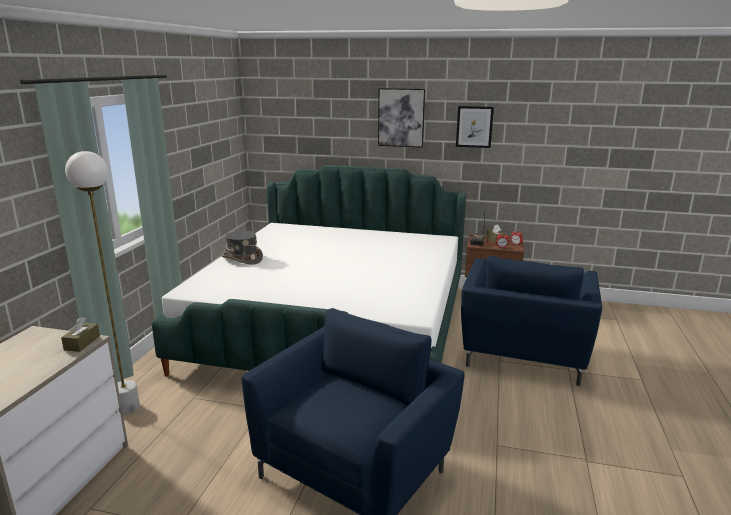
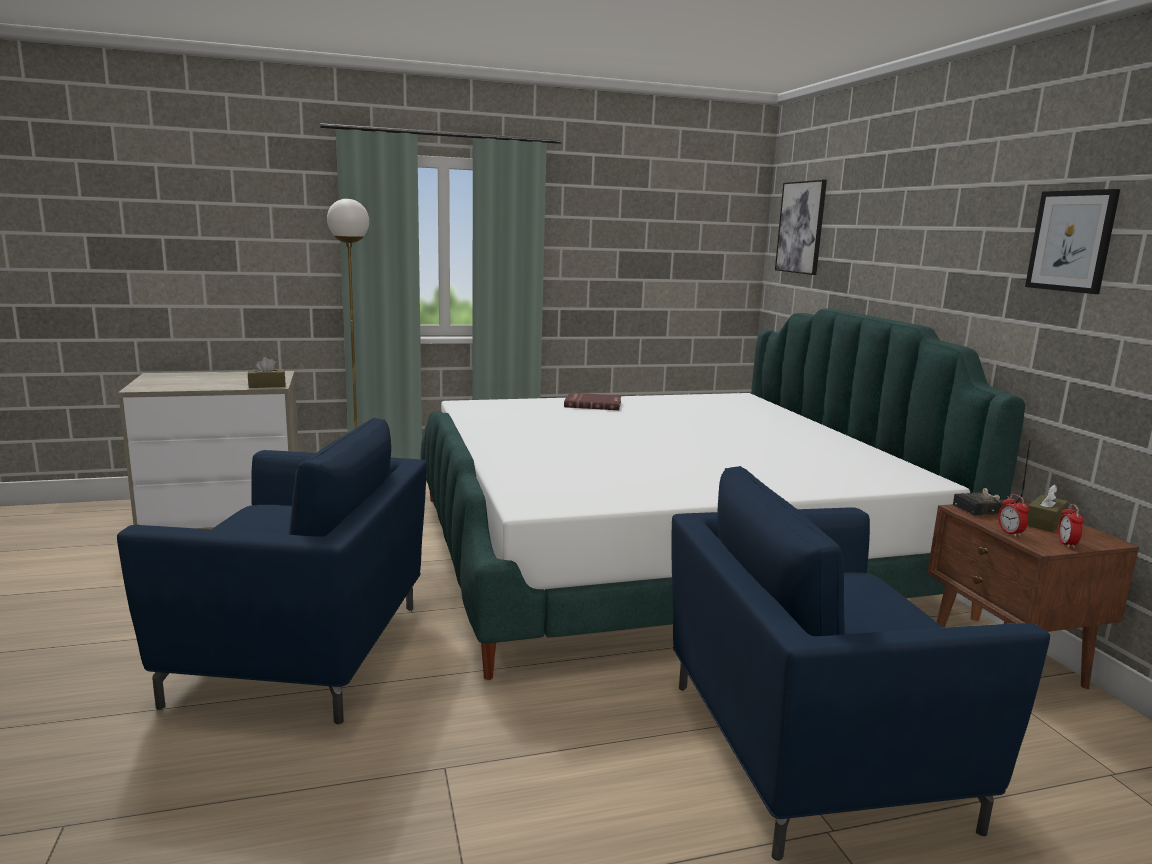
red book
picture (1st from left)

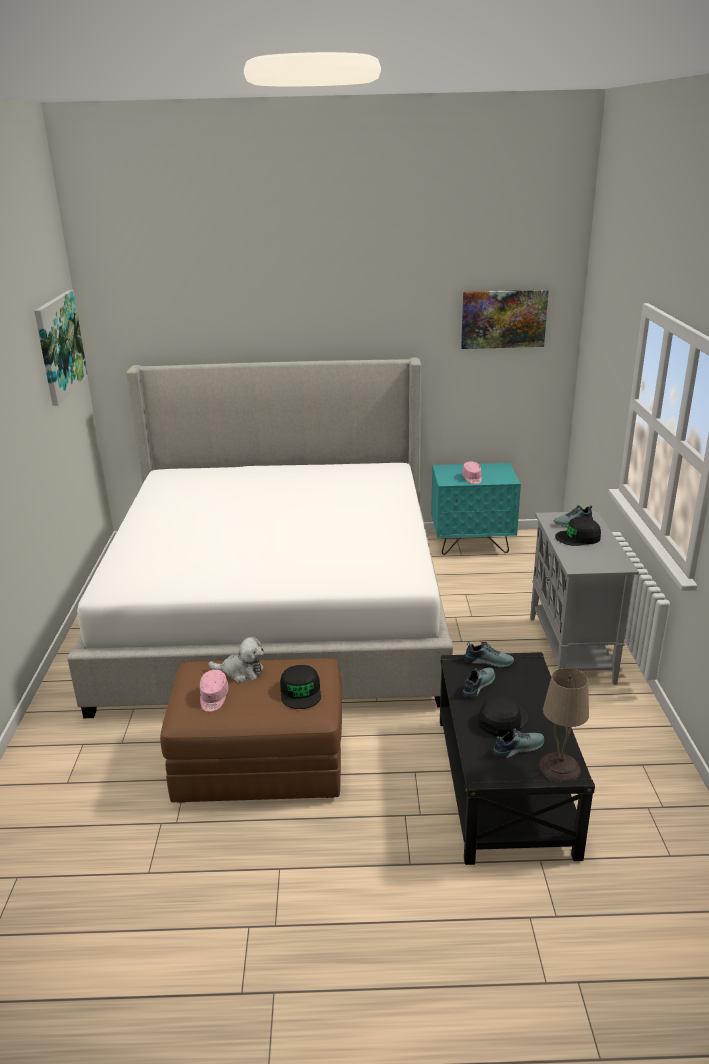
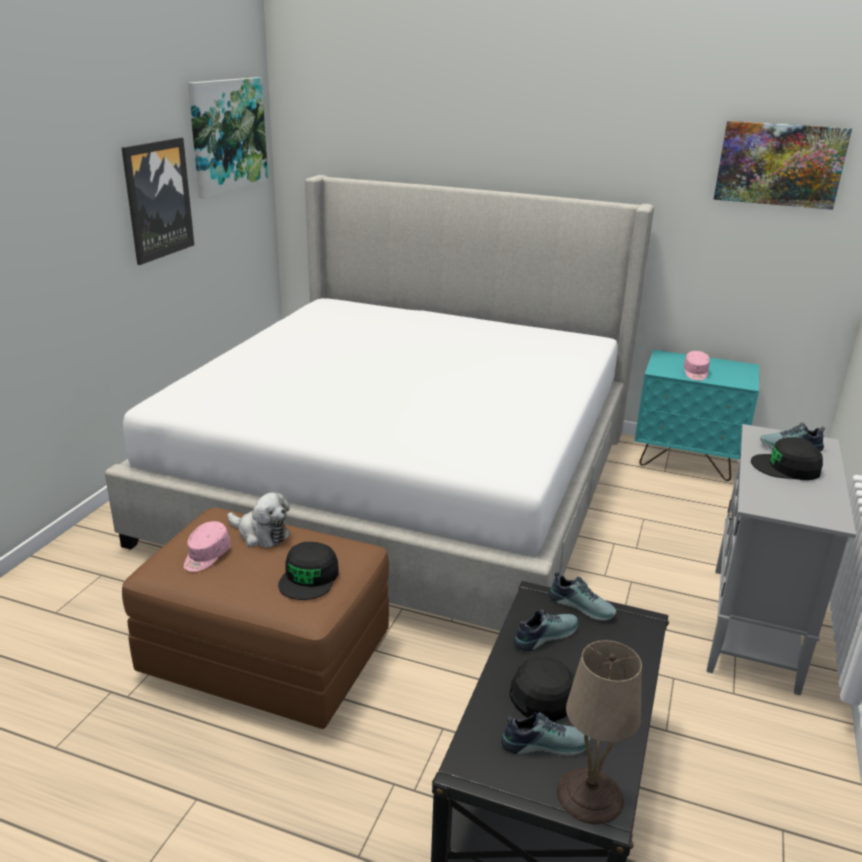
picture (1st from left)

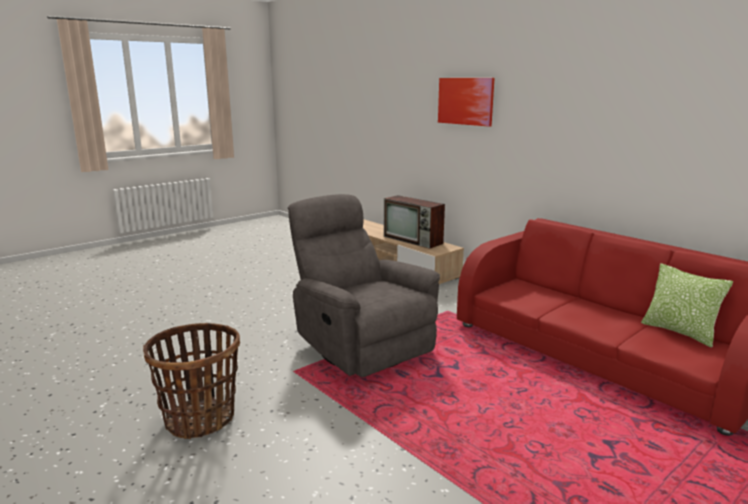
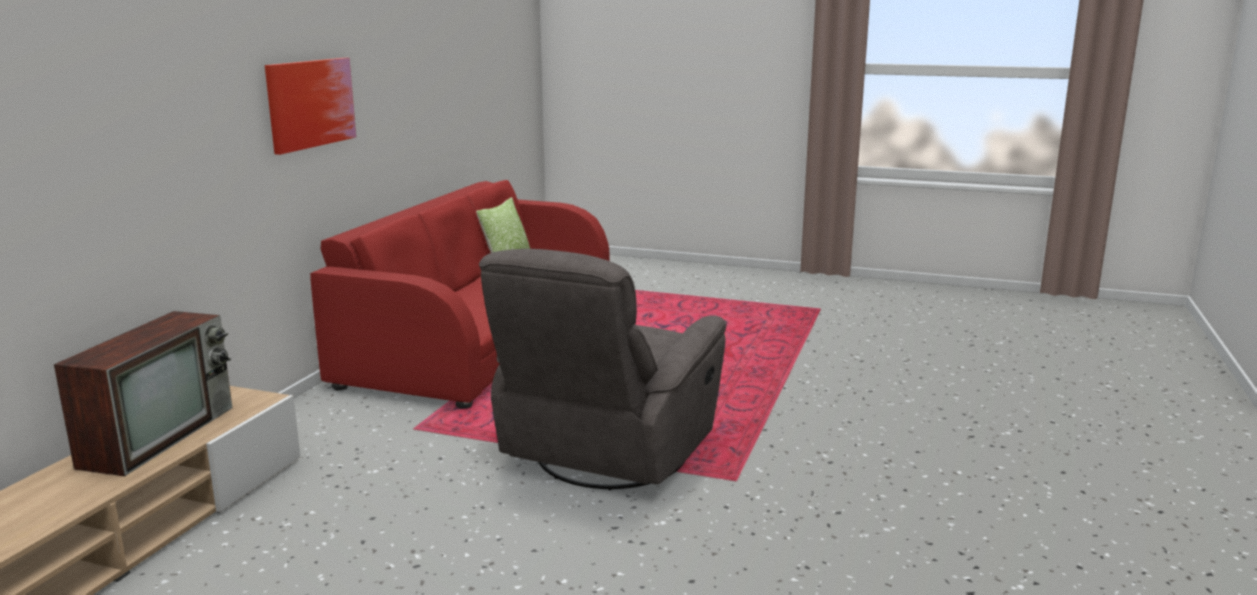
basket
picture

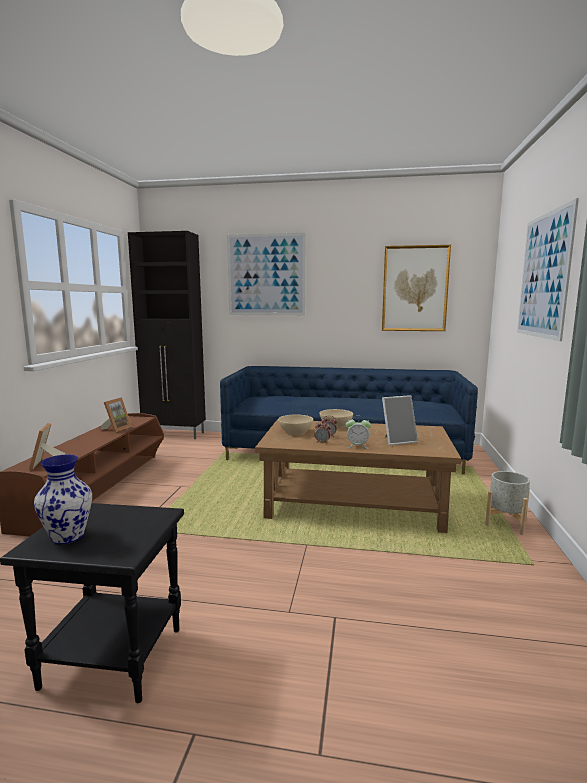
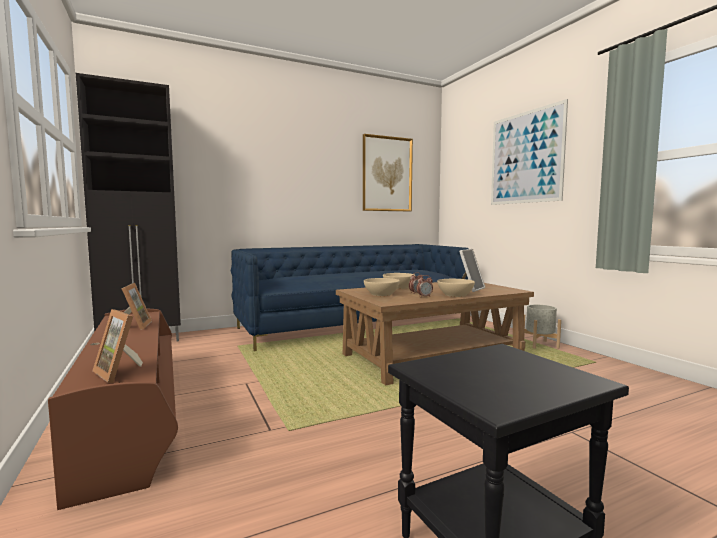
vase
picture (1st from left in the first image)
beige bowl (3rd from left)

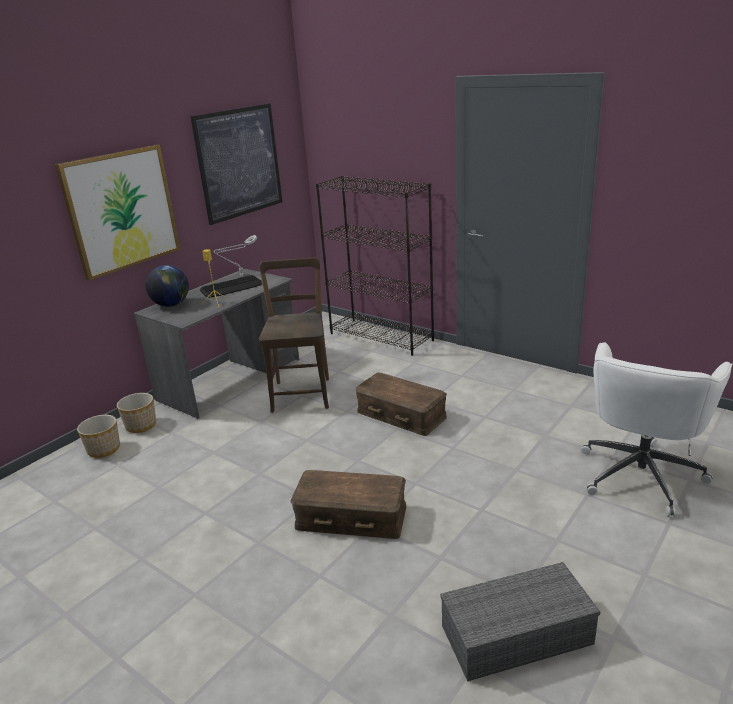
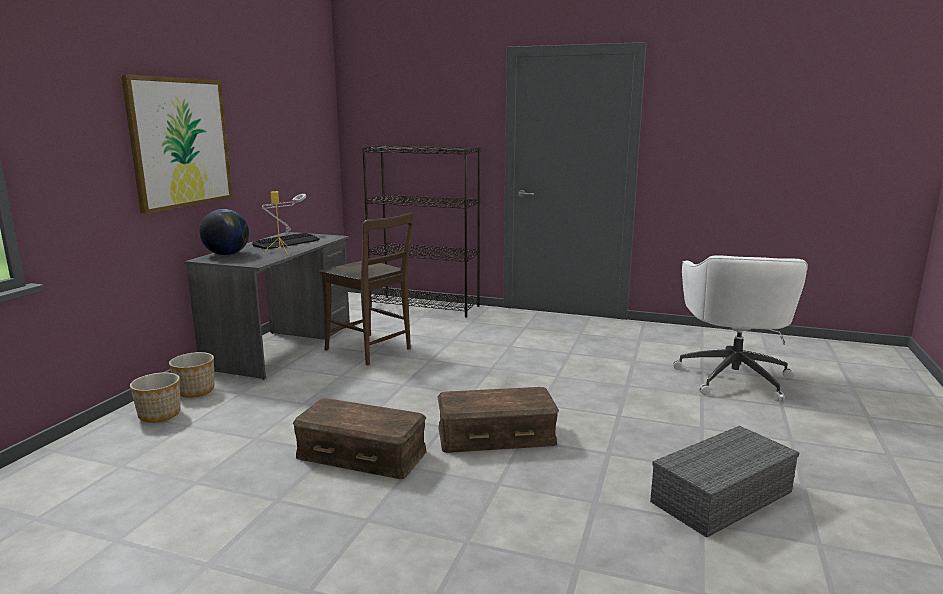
picture (2nd from left in the first image)
brown chair
brown storage box (1st from left)

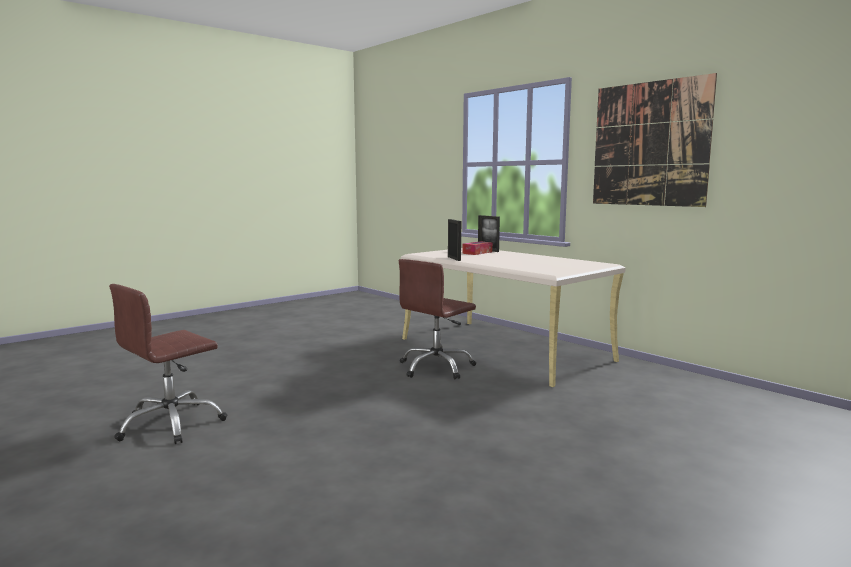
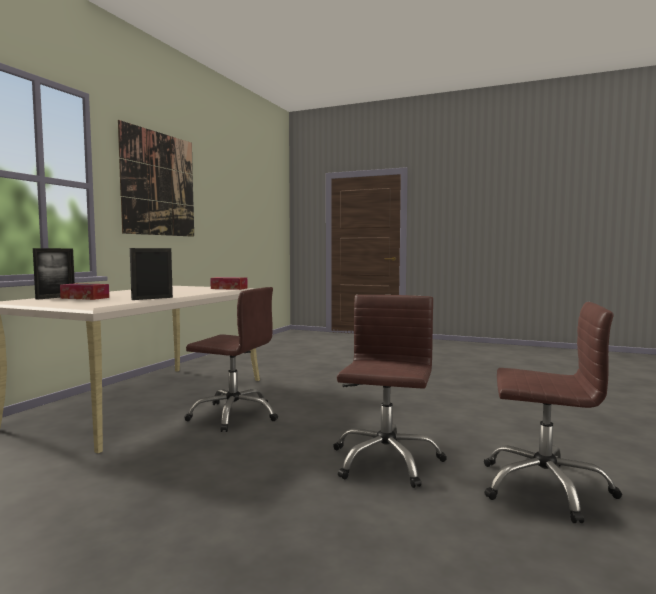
tissue box (2nd from left)
brown office chair (2nd from left)

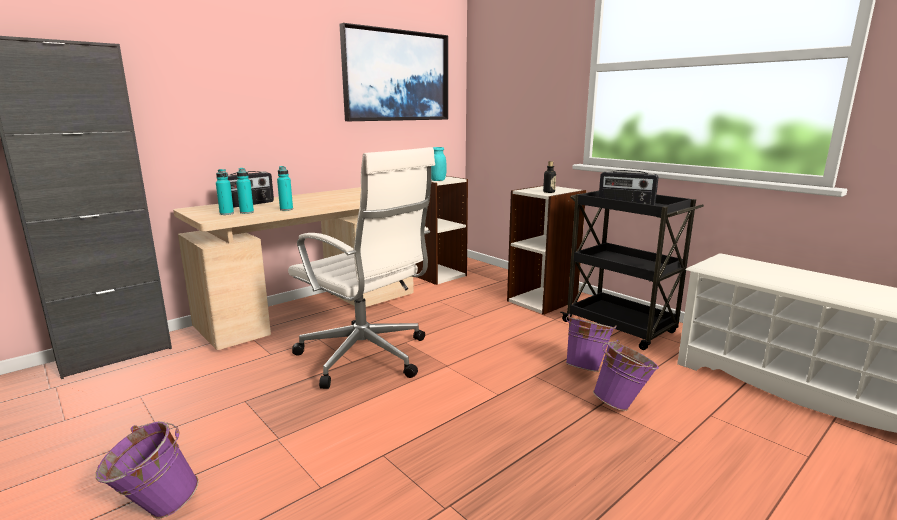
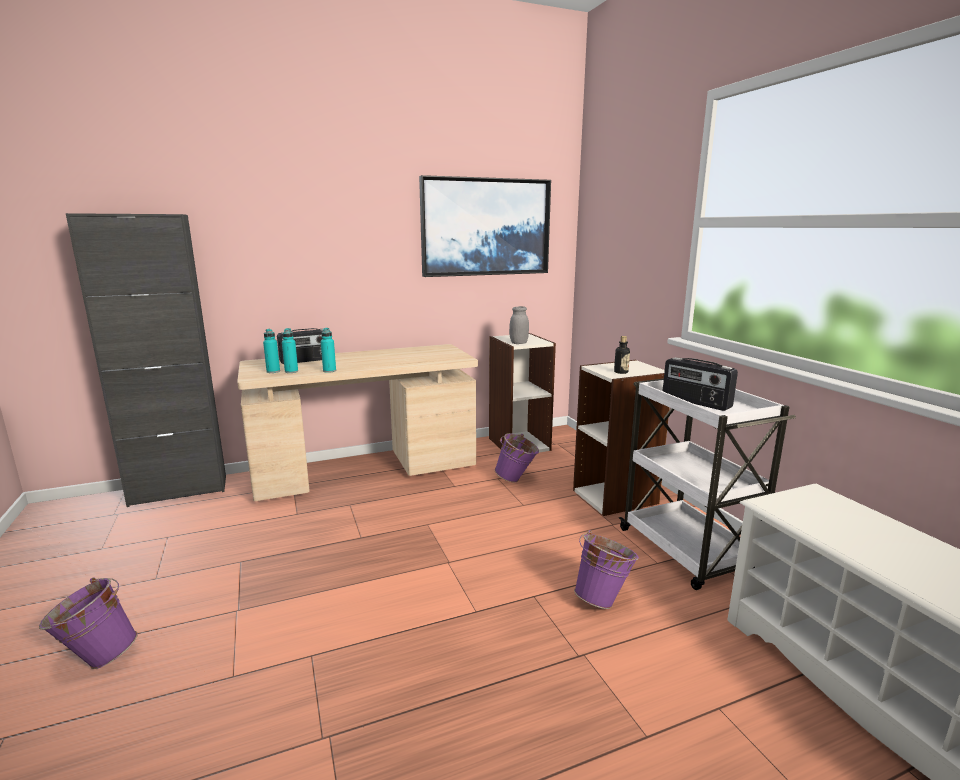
white office chair
grey jar
white cart
purple bucket (2nd from left)

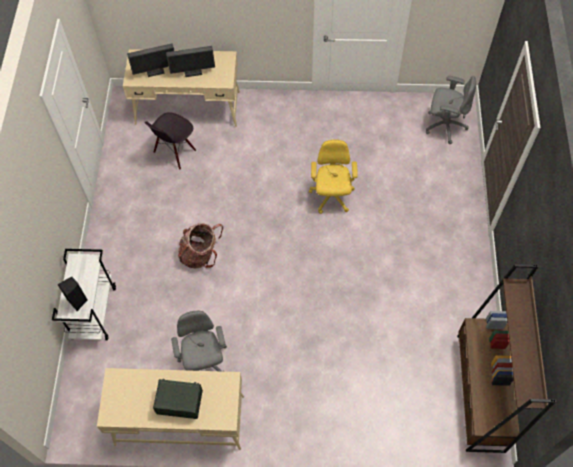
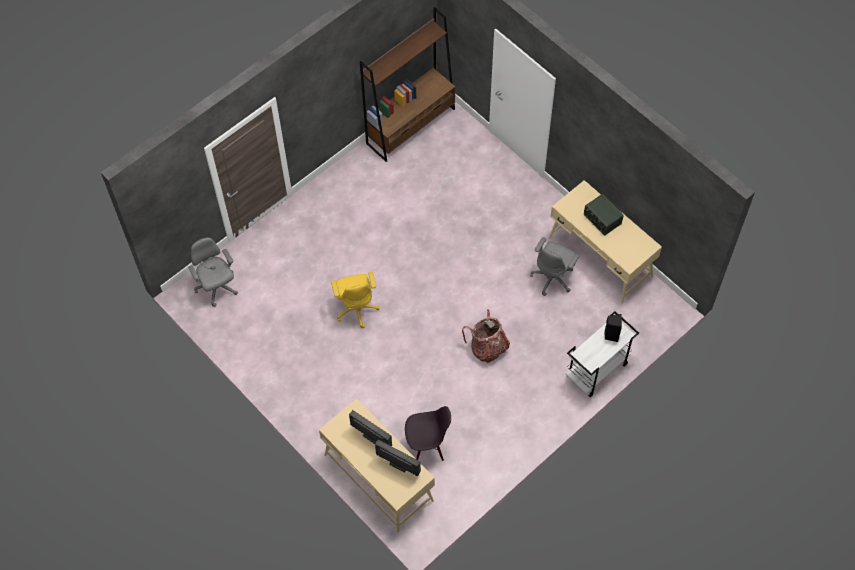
yellow office chair

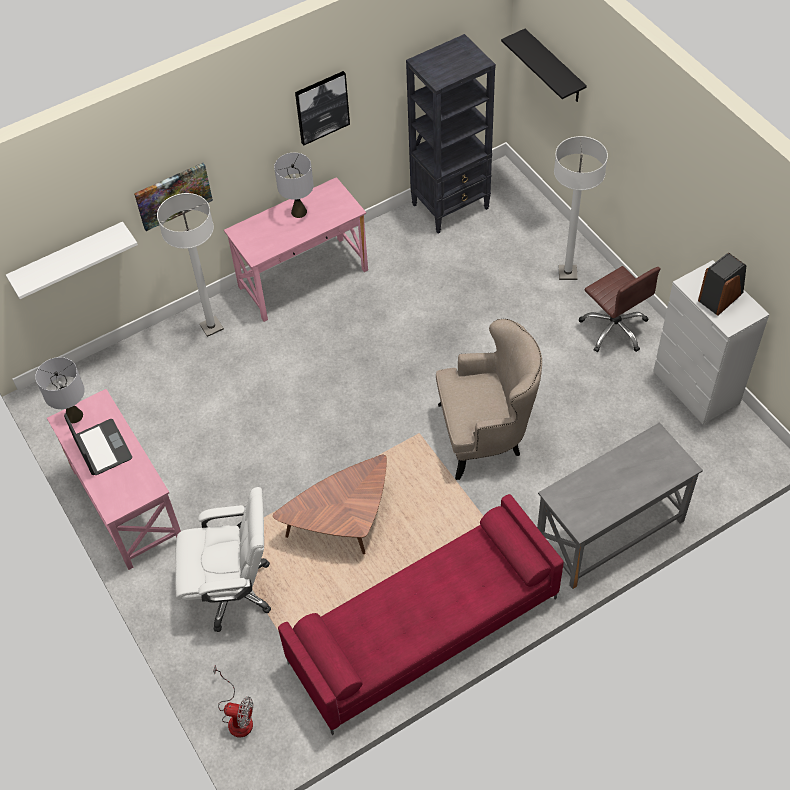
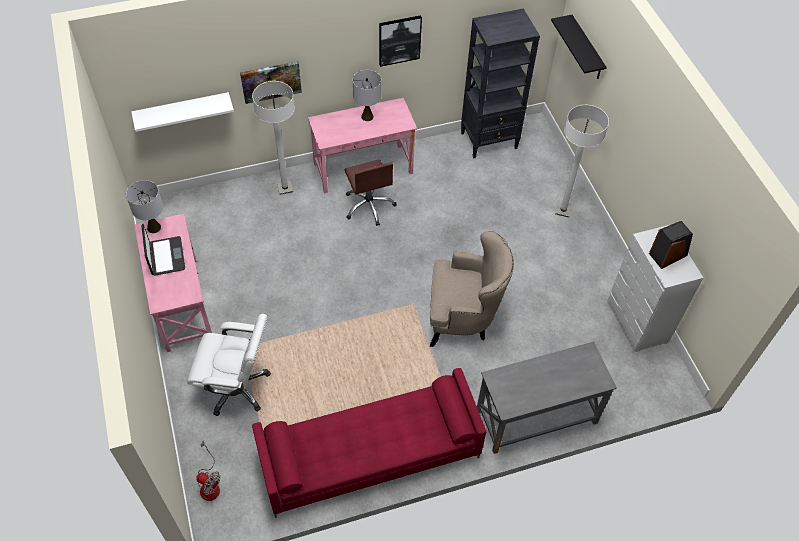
brown coffee table
brown office chair

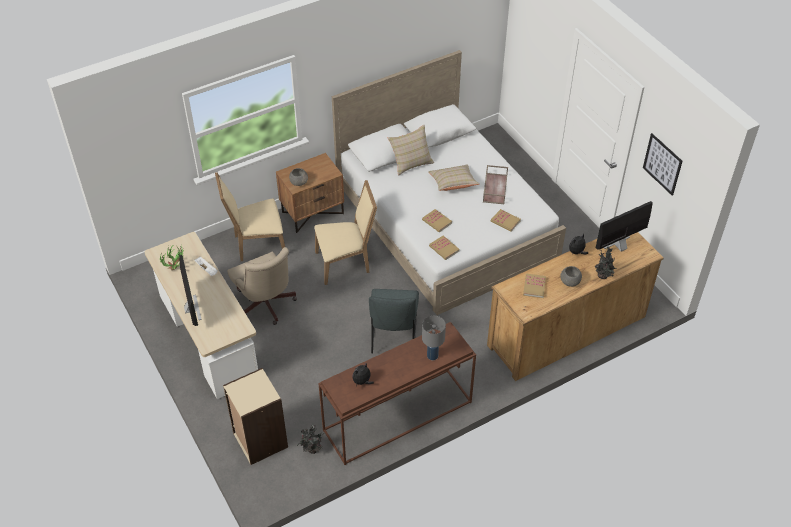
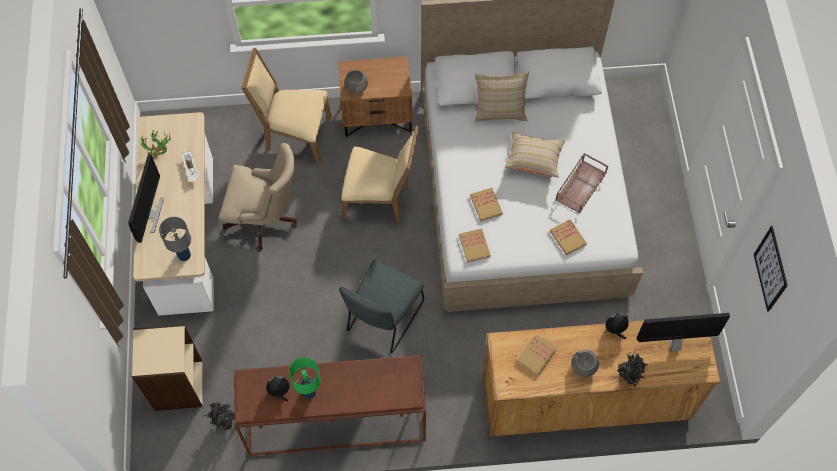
beige office chair
grey table lamp
green table lamp

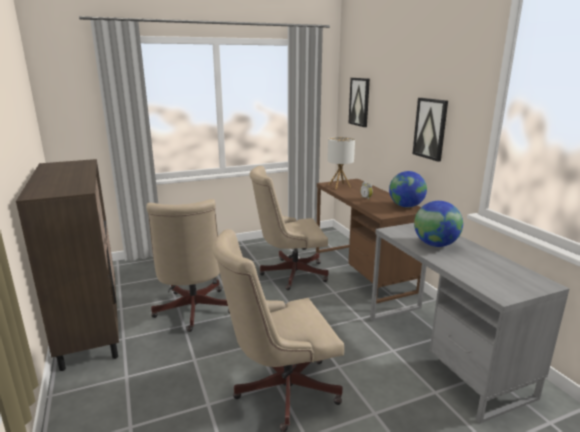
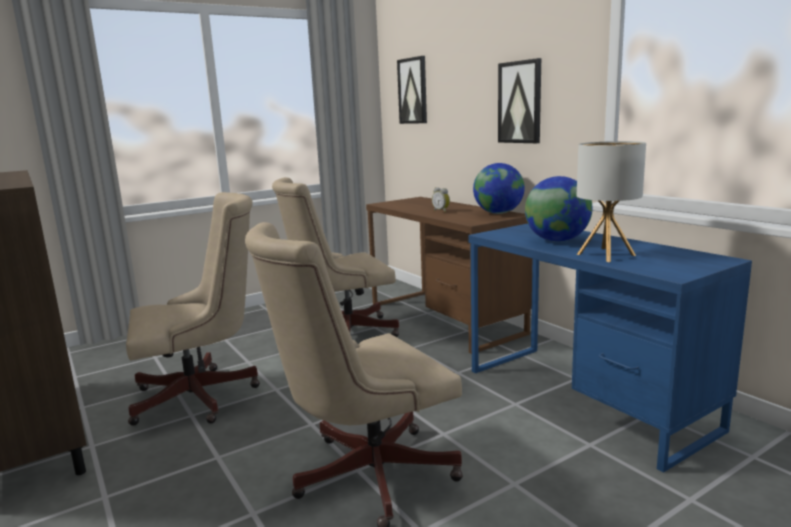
beige office chair (1st from left)
table lamp
blue desk

